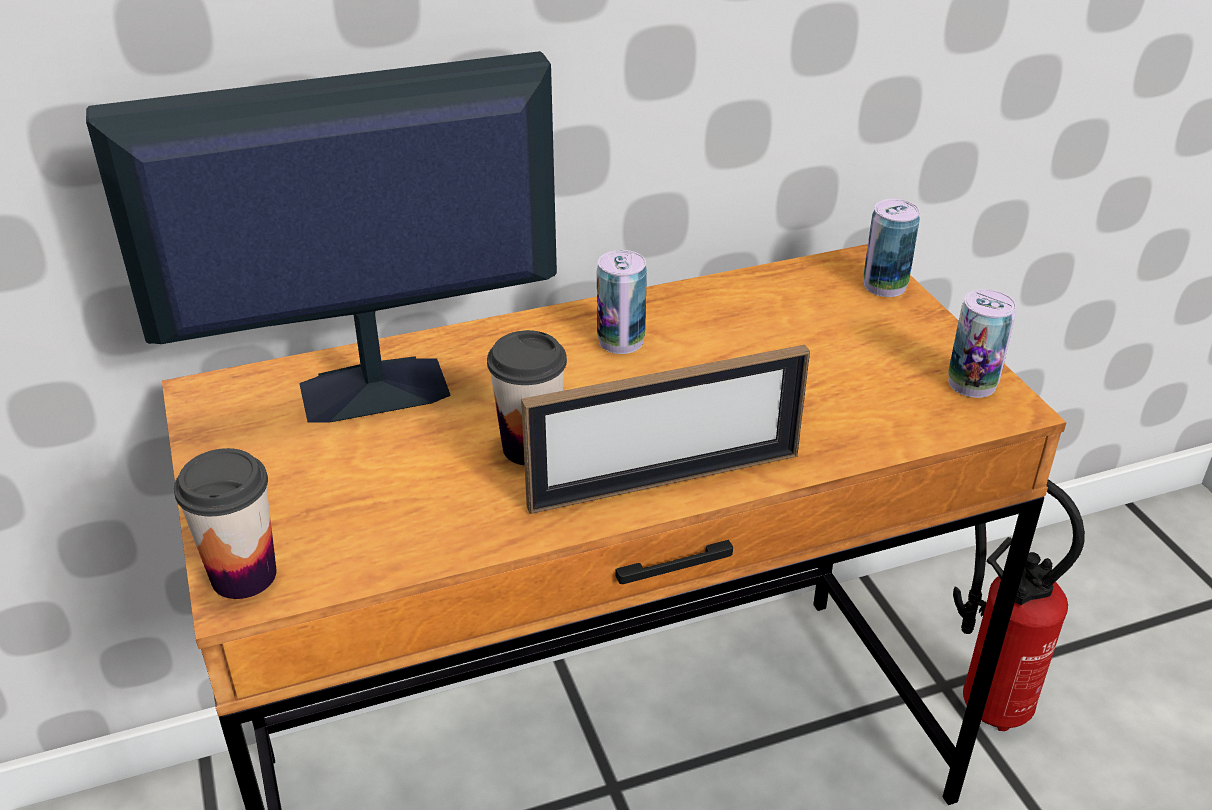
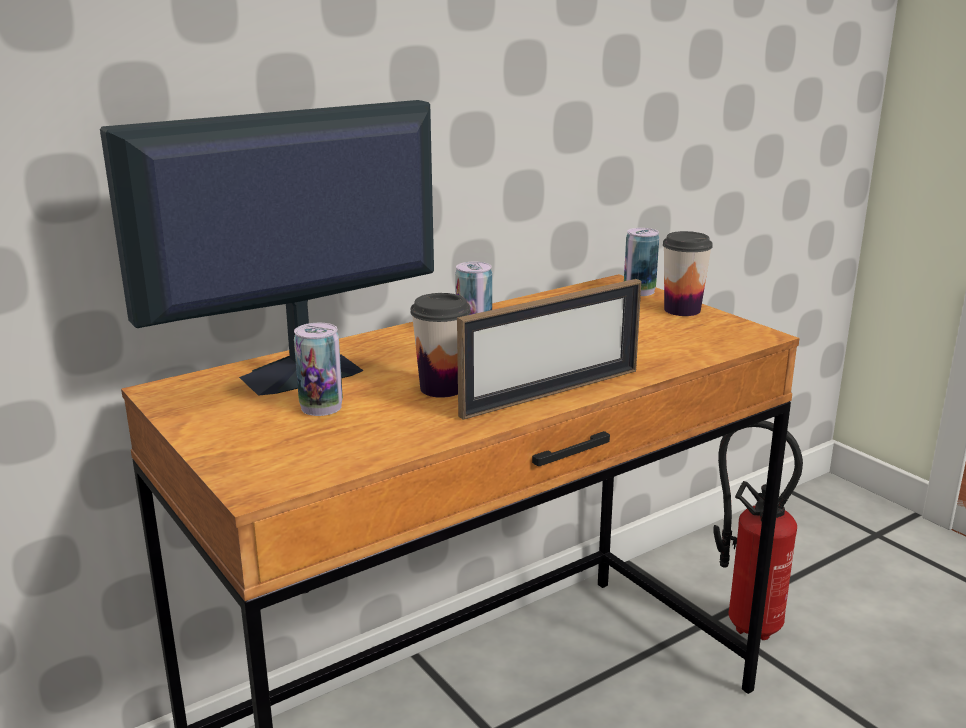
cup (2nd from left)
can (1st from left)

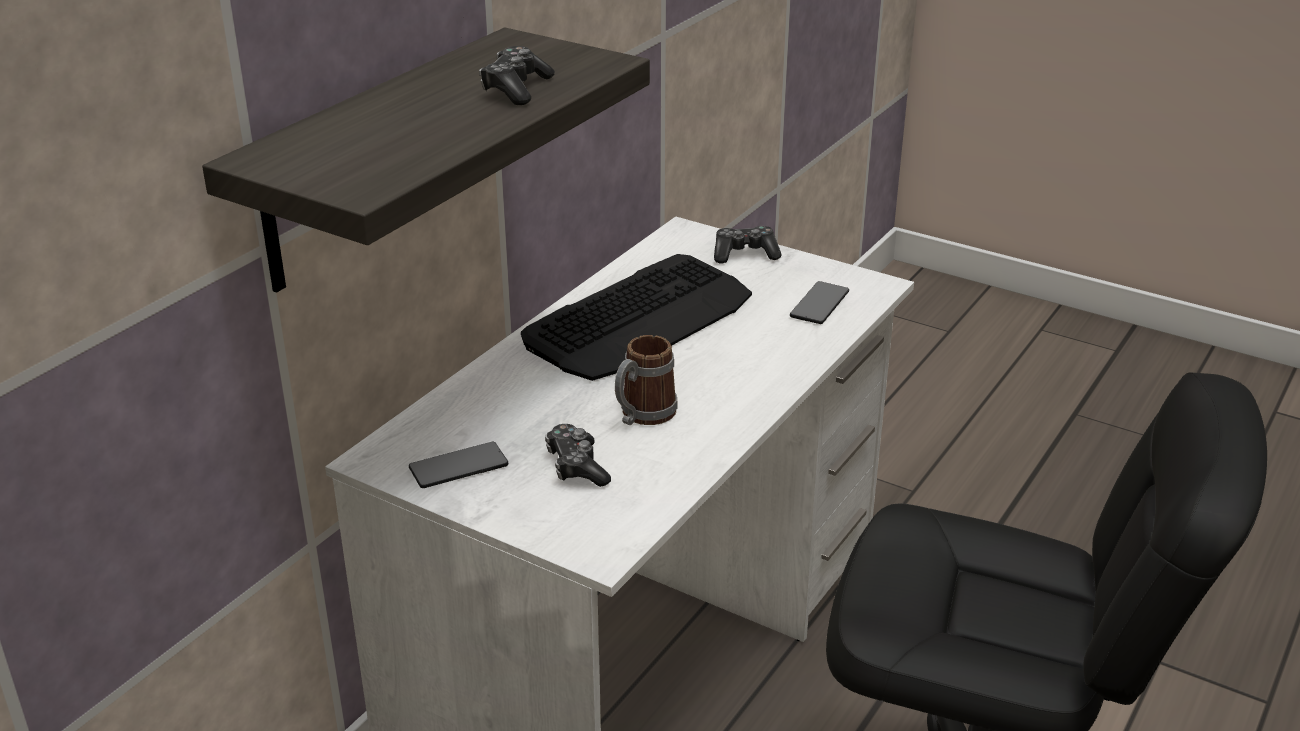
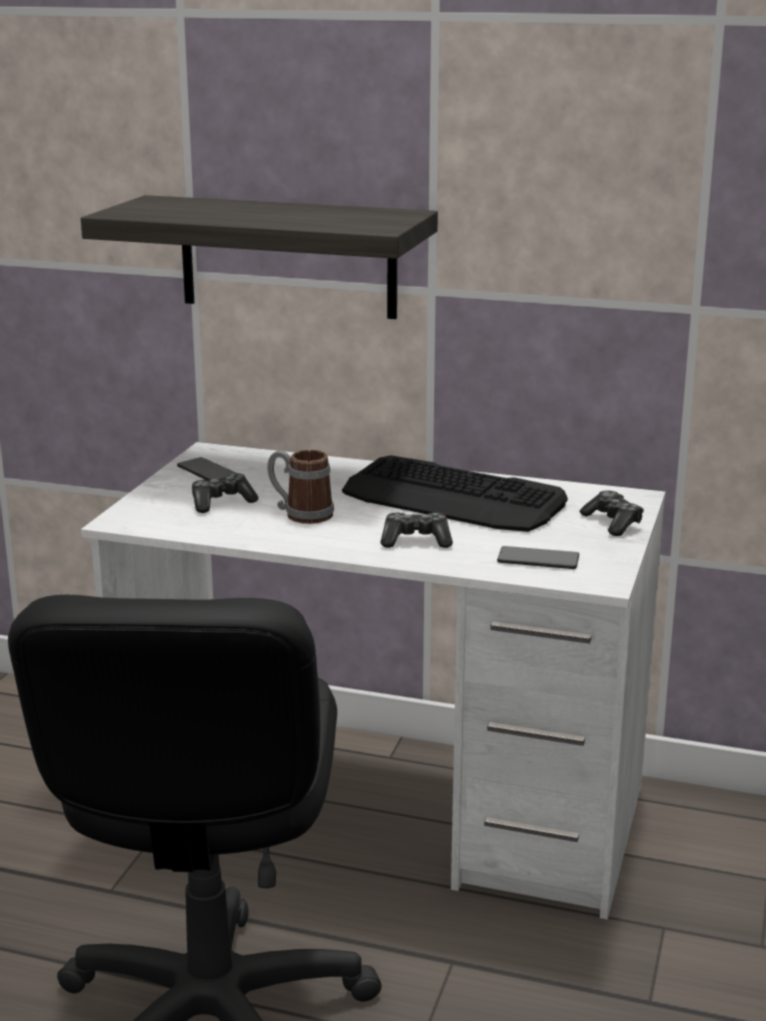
game controller (2nd from left)

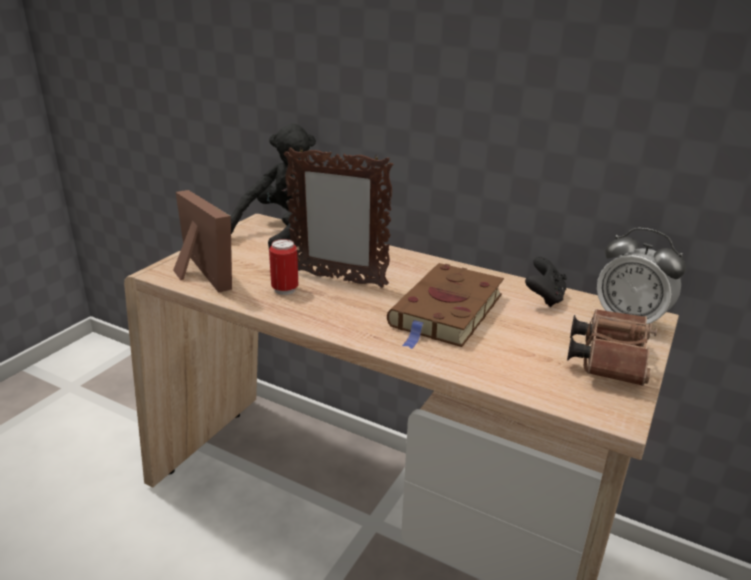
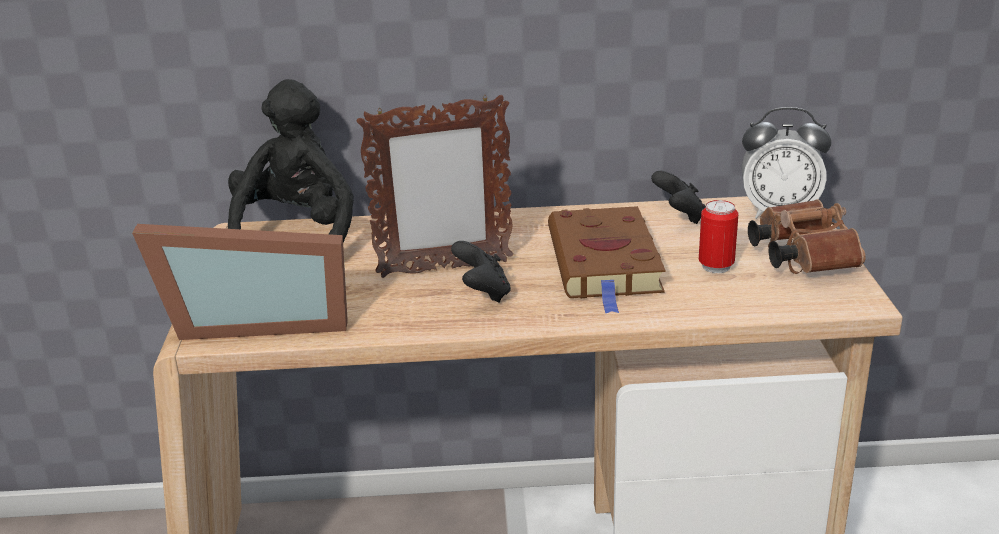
picture frame (1st from left)
can
black game controller (1st from left)

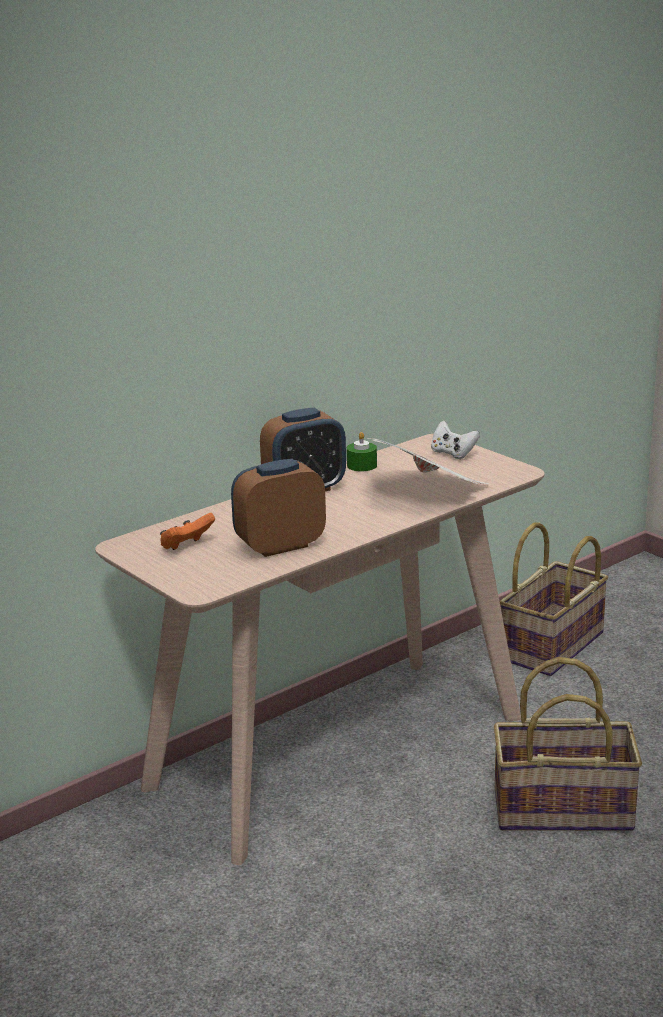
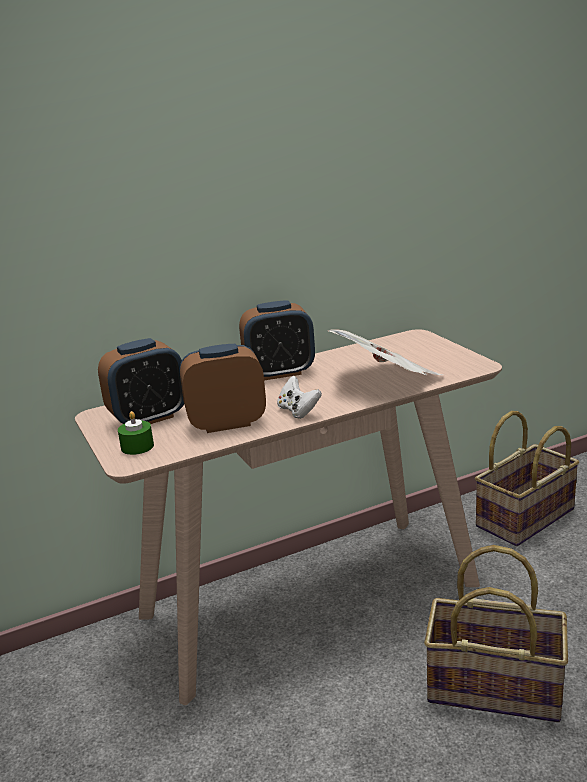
alarm clock (1st from left)
green candle
white game controller

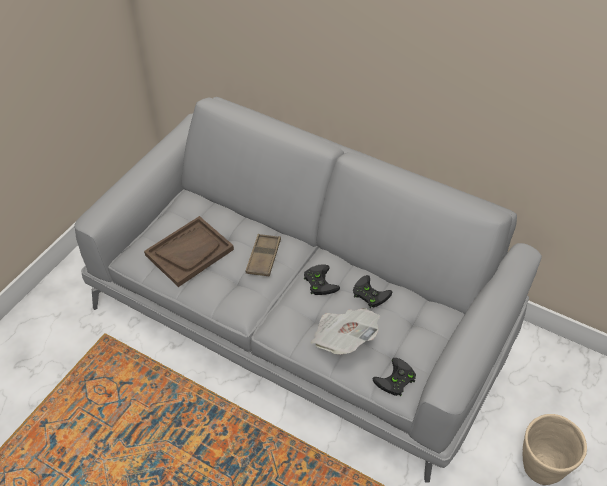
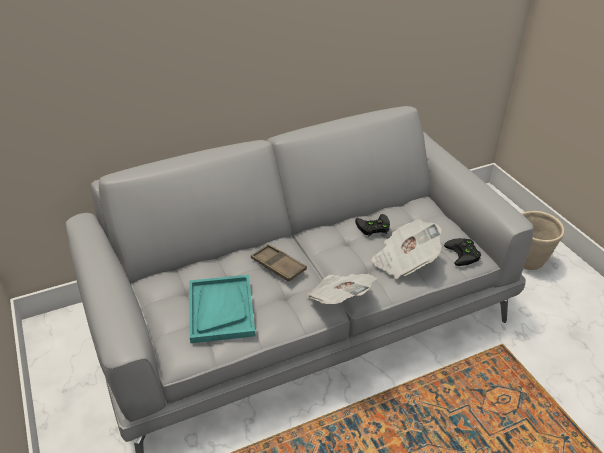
turquoise tray
black game controller (1st from left in the first image)
newspaper (1st from left)

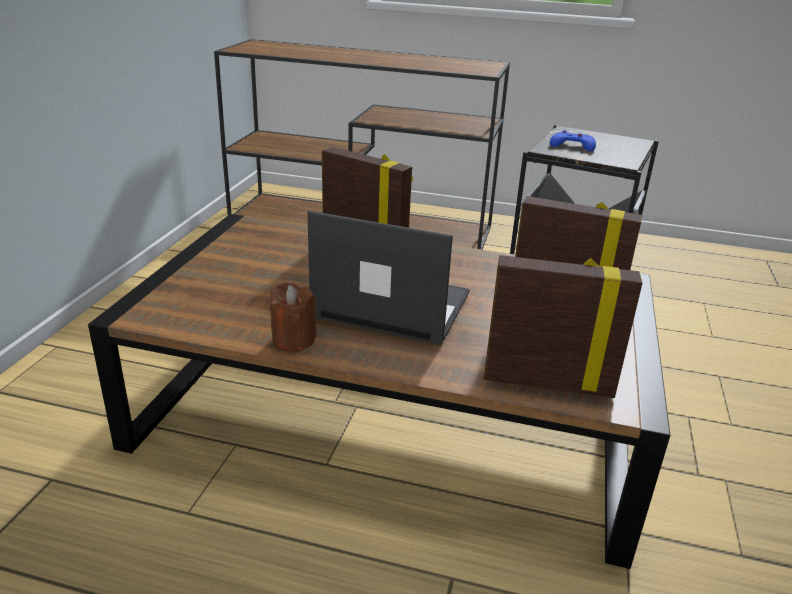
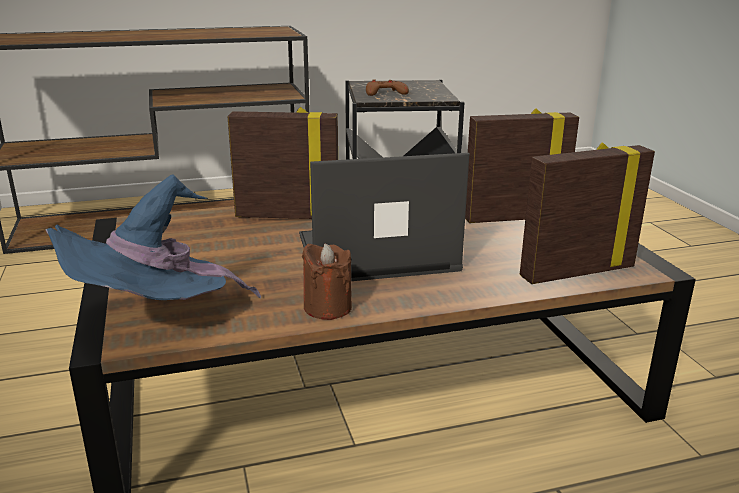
brown game controller
blue hat

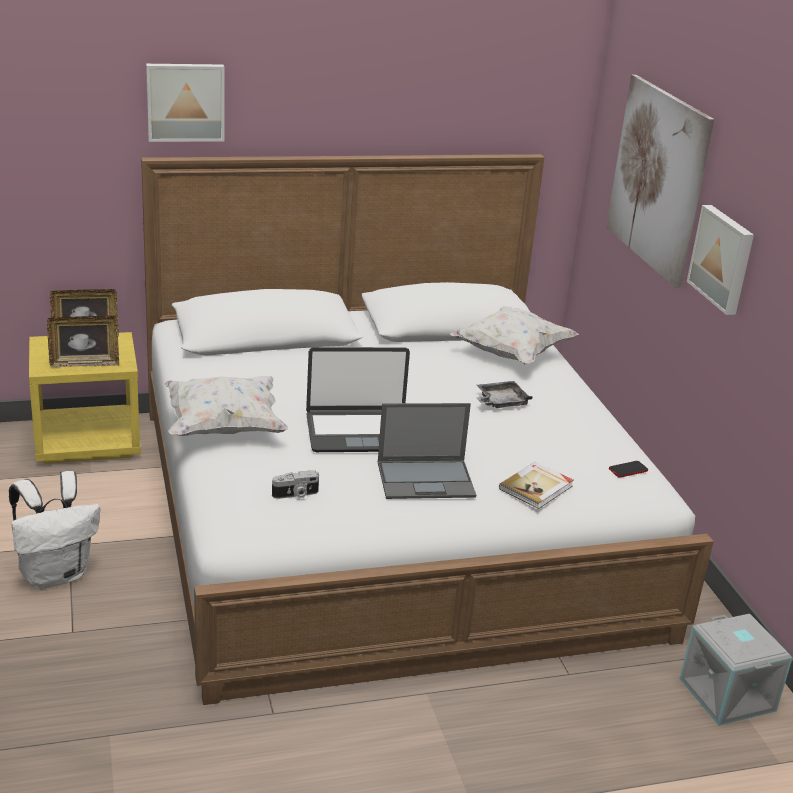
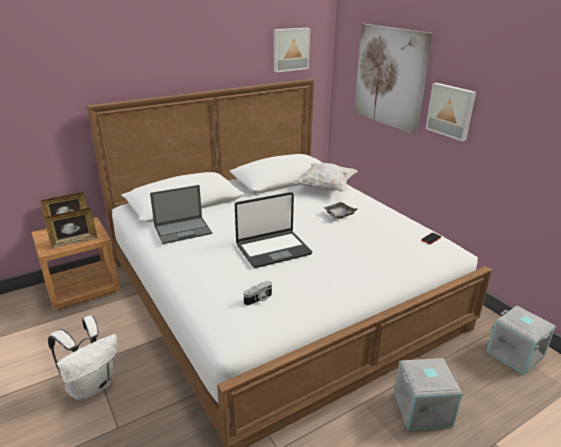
brown nightstand
picture (1st from left)
white pillow (1st from left in the first image)
laptop (1st from left)
book
grey storage box (1st from left)

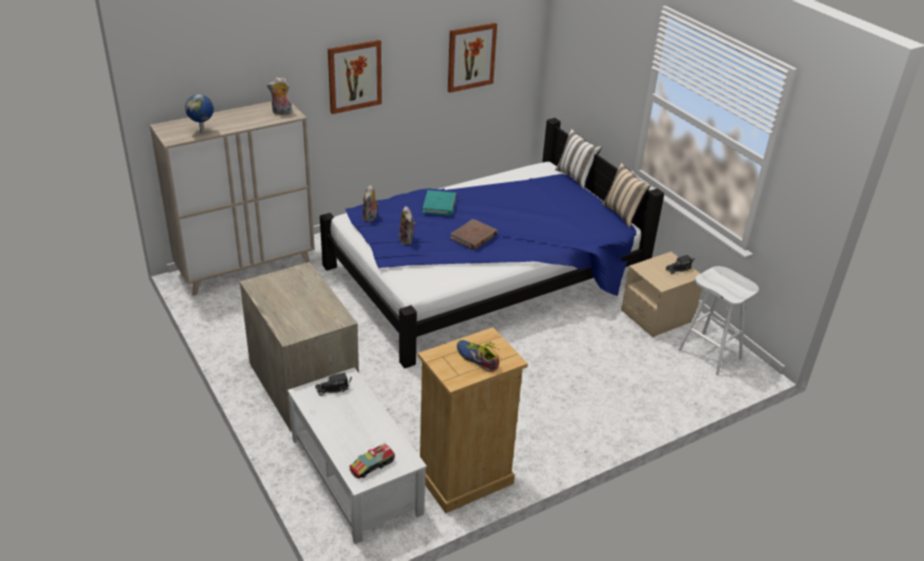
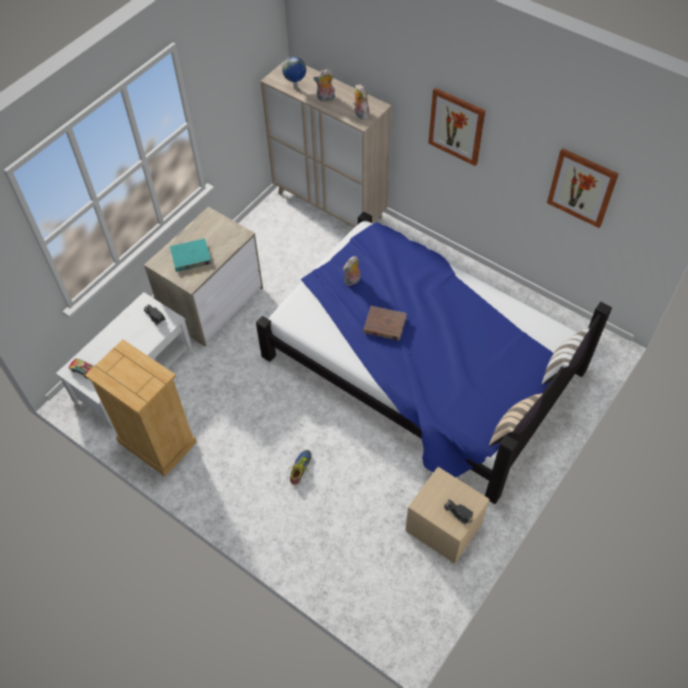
plush toy (1st from left)
turquoise book
shoe
white stool

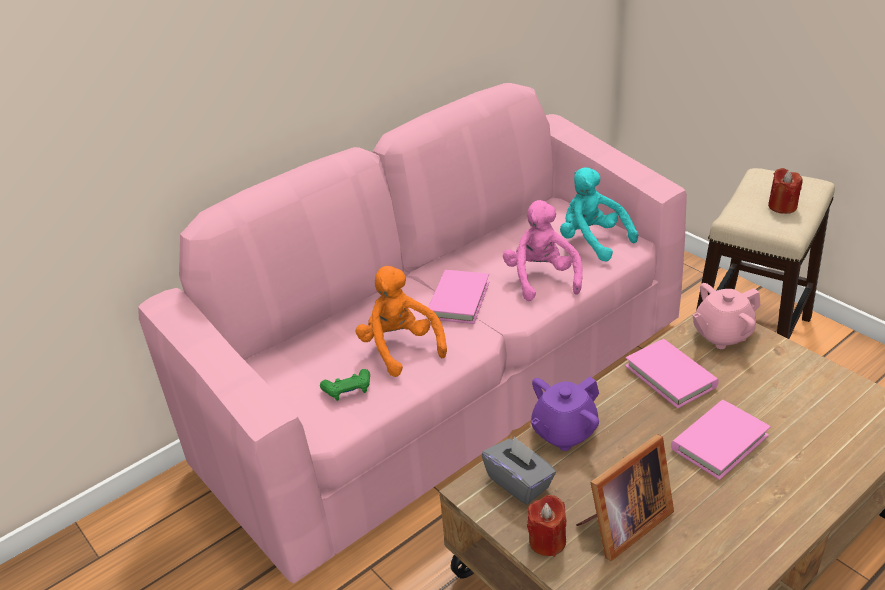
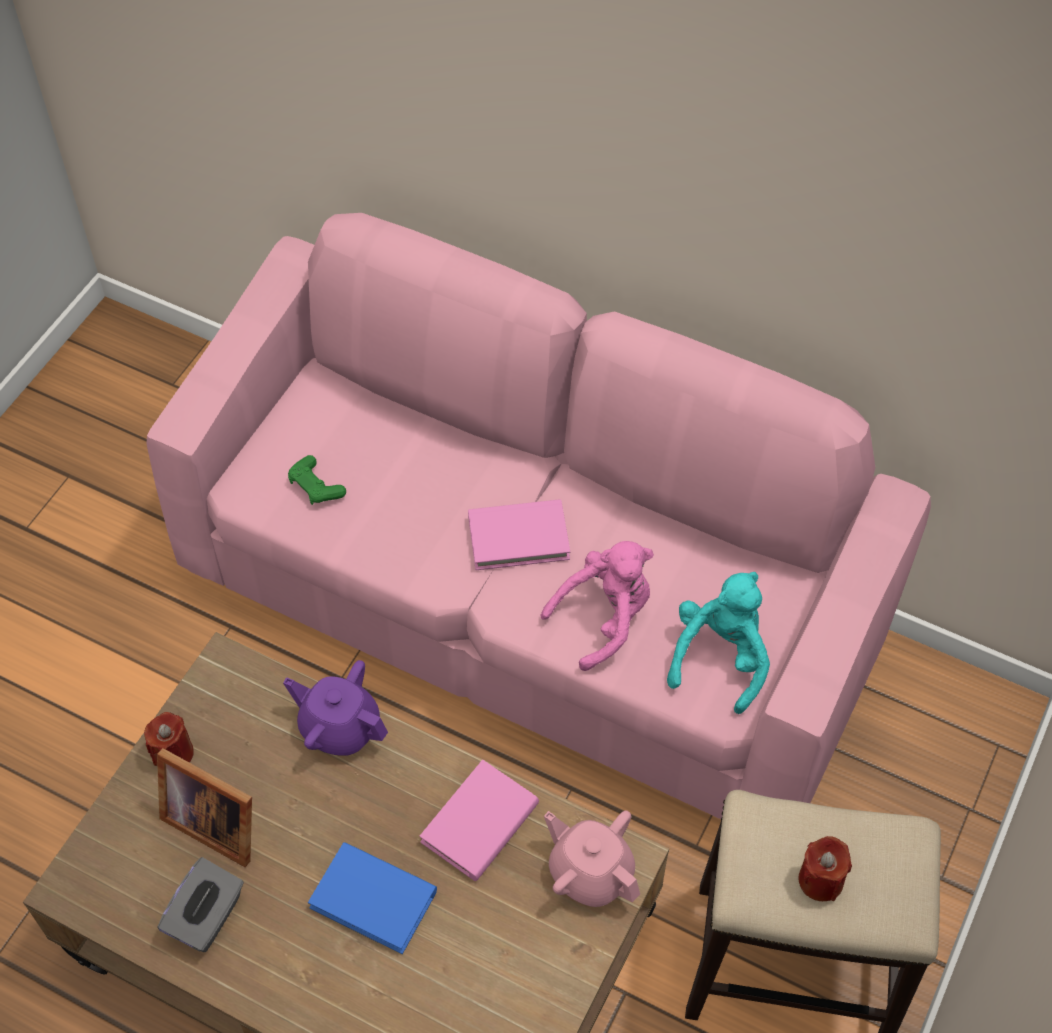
orange plush toy
grey tissue box
blue book

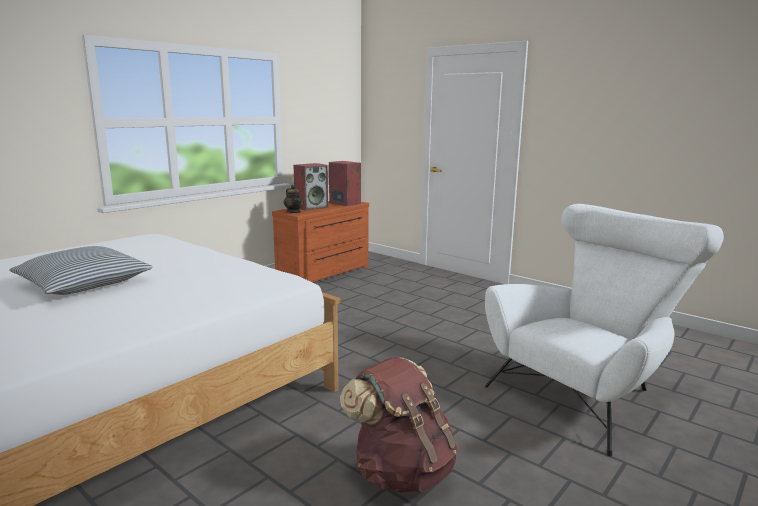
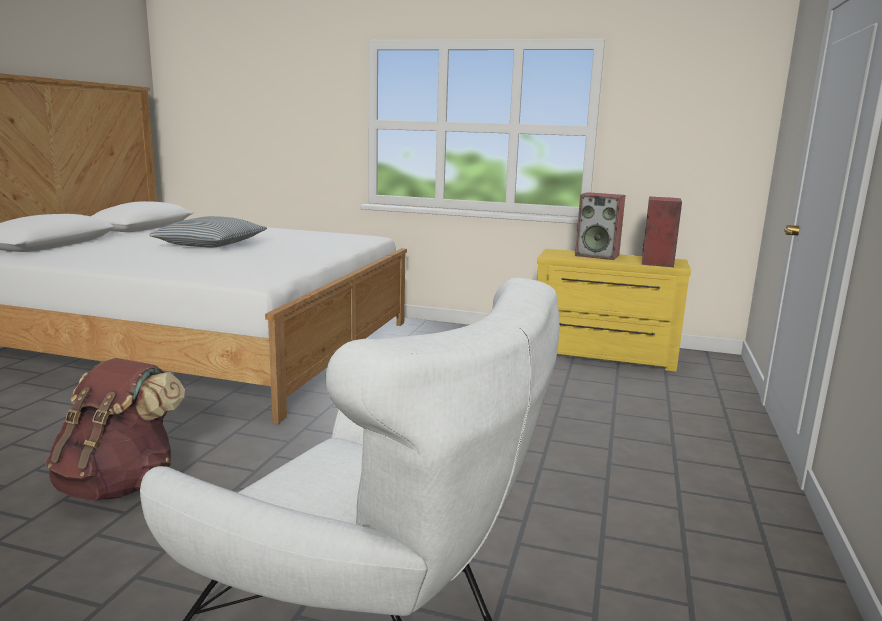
yellow dresser
teapot

